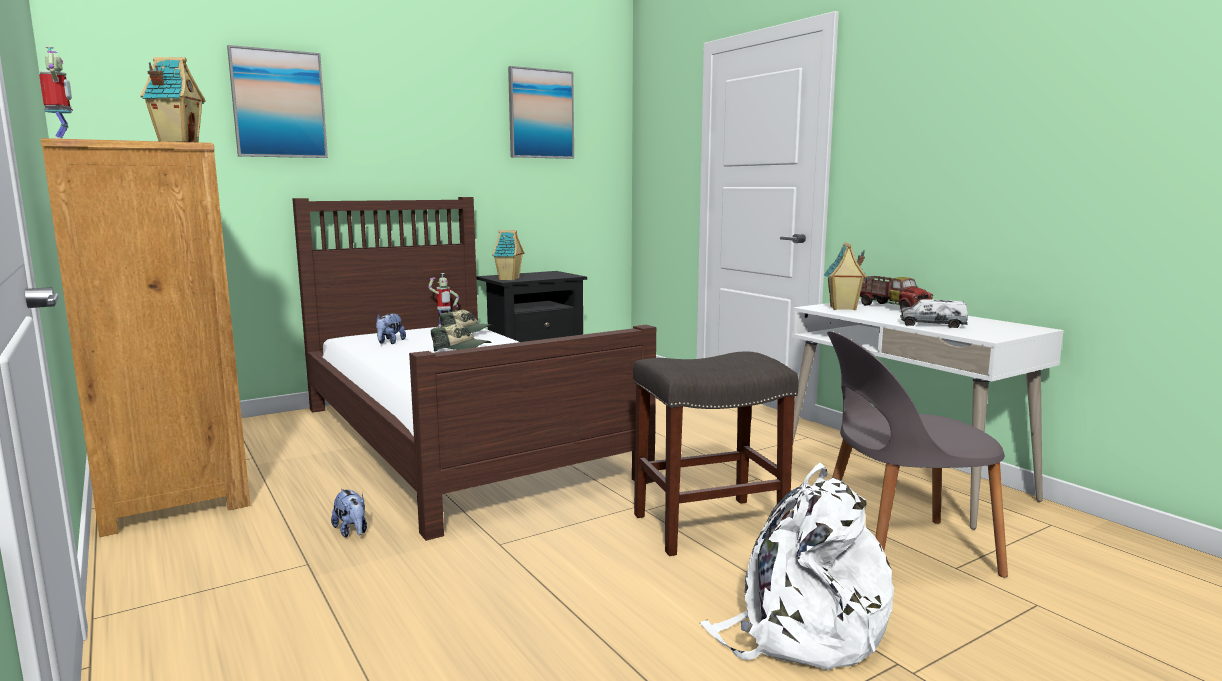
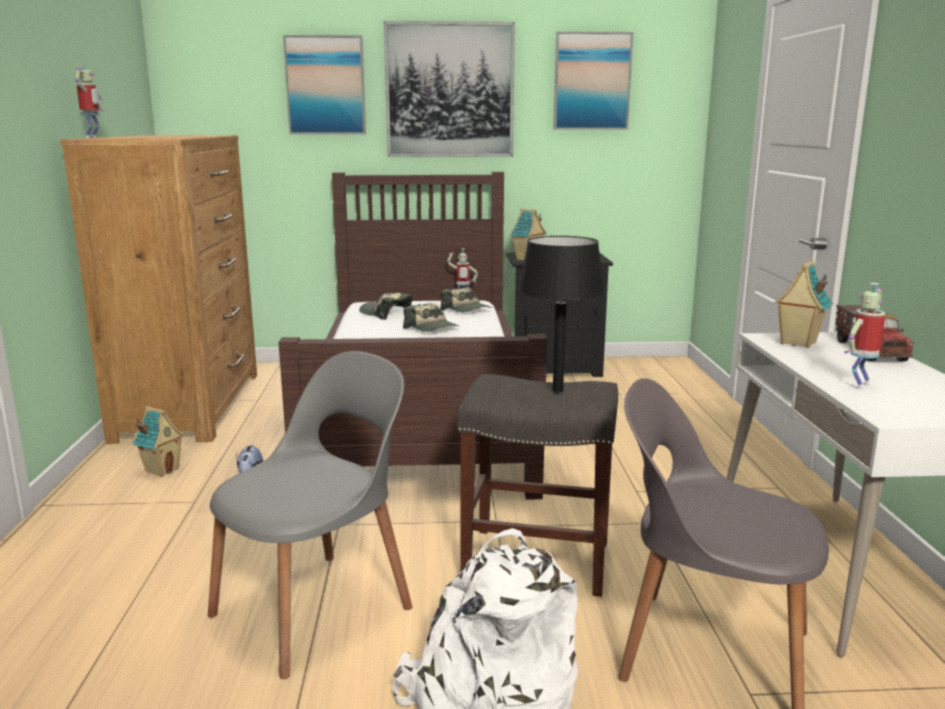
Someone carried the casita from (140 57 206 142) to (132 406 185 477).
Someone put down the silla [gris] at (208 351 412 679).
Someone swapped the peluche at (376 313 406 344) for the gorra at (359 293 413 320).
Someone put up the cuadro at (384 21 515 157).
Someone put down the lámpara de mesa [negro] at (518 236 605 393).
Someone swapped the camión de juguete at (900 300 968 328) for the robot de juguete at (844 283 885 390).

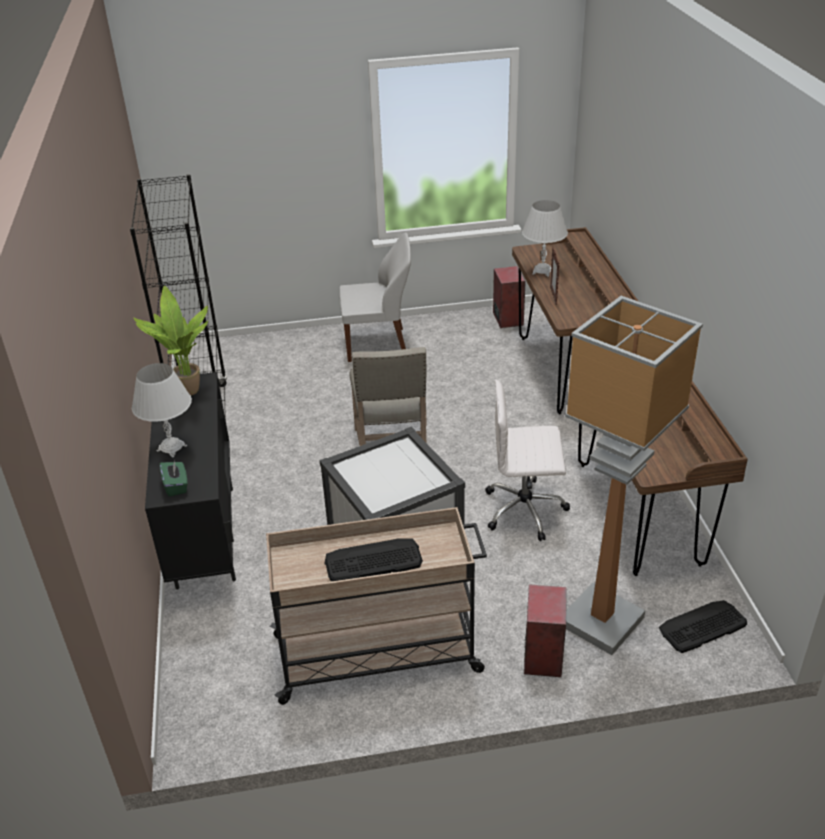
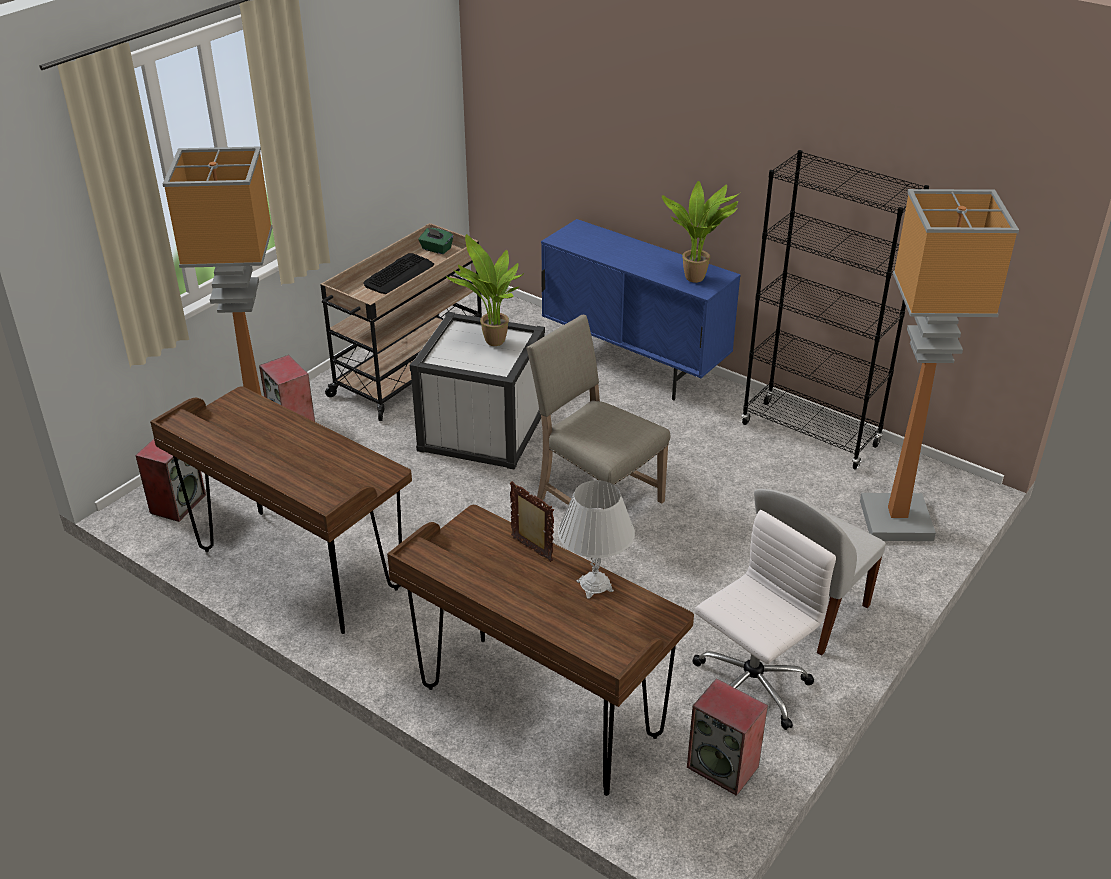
Someone swapped the teclado at (659 600 747 653) for the altavoz at (135 439 206 522).
Someone carried the caja de pañuelos [verde] from (160 460 188 497) to (418 228 453 254).
Someone put down the planta en maceta at (446 234 524 346).
Someone repainted the armario [negro] at (145 372 236 590), which became the armario [azul] at (541 219 741 400).
Someone carried the silla de oficina [blanco] from (485 380 570 541) to (692 510 836 730).
Someone put down the lámpara de pie at (860 189 1019 541).
Someone took away the lámpara de mesa [blanco] at (132 363 192 457).

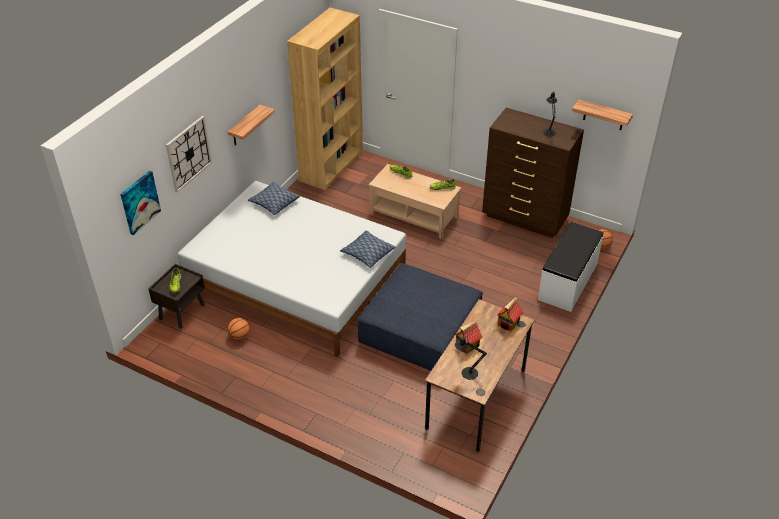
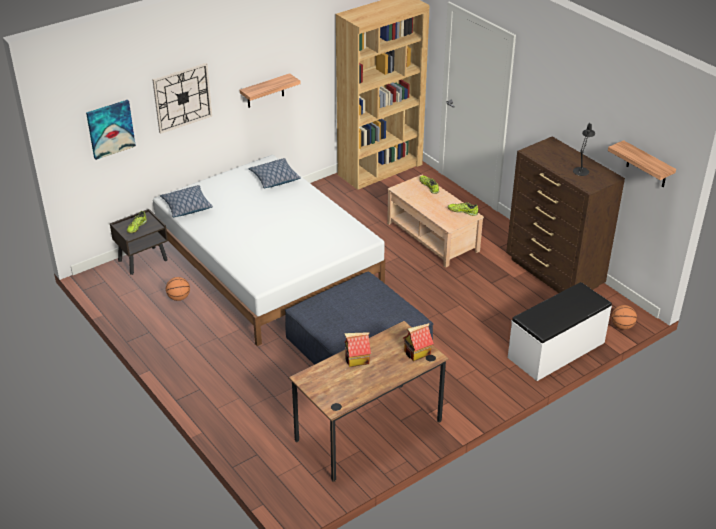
Someone carried the cojín from (340 230 396 268) to (160 185 213 217).
Someone took away the lámpara de mesa [negro] at (455 336 487 380).

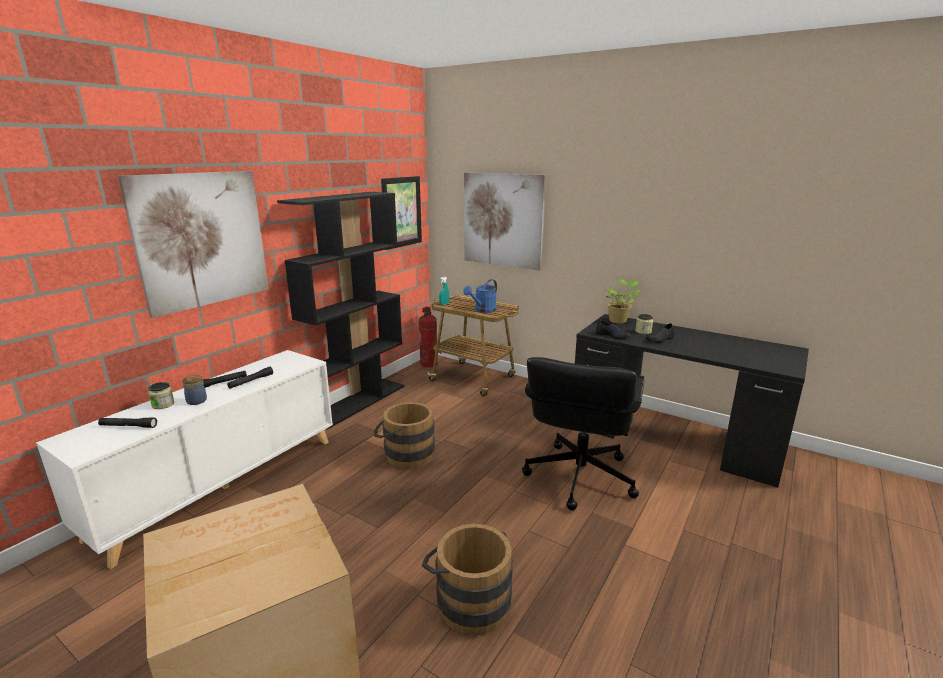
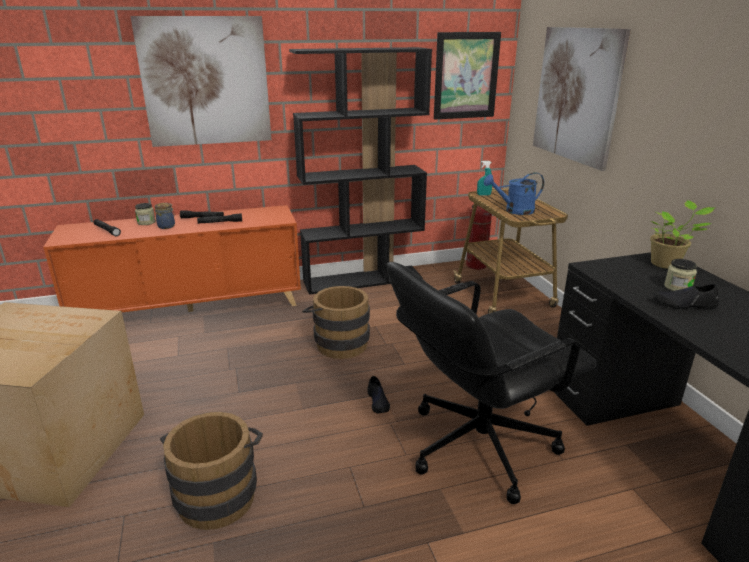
Someone repainted the armario [blanco] at (36 350 333 569), which became the armario [naranja] at (43 205 301 312).
Someone carried the zapato [negro] from (595 320 631 339) to (367 376 390 413).

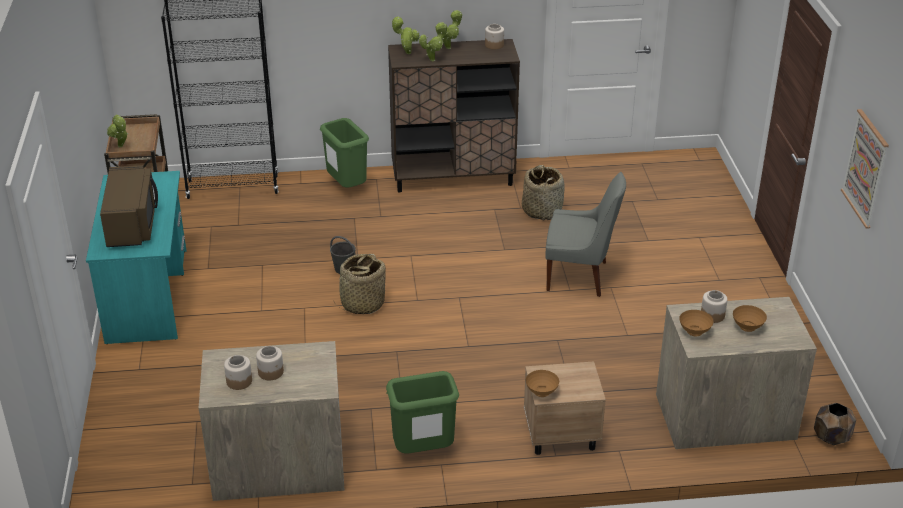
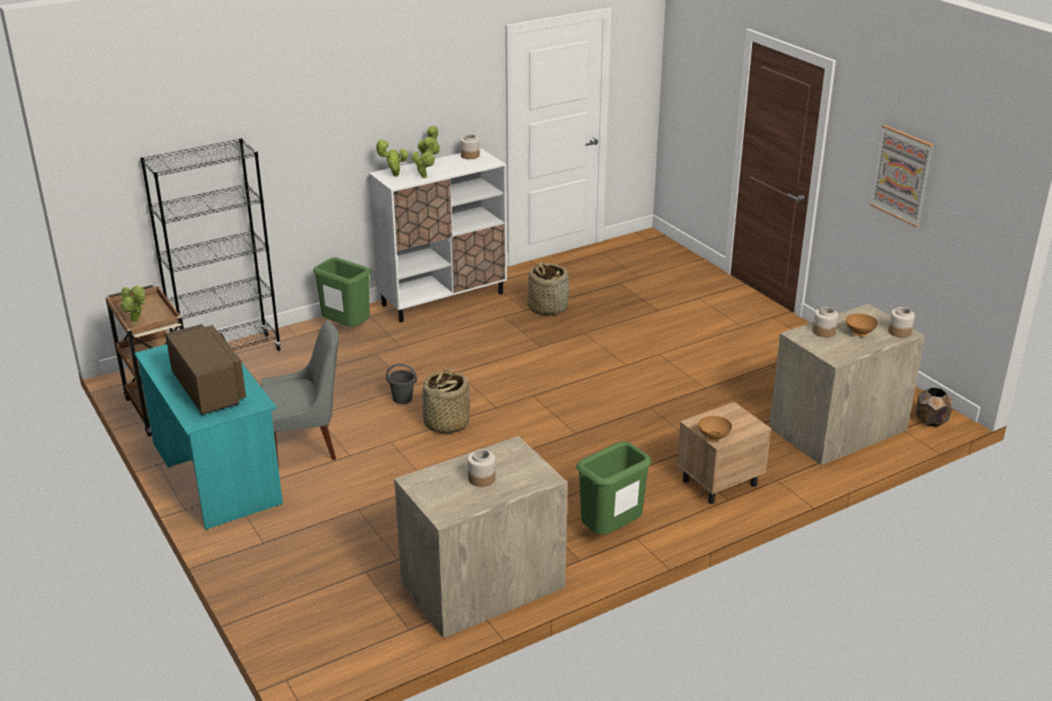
Someone carried the silla [gris] from (545 172 626 297) to (261 320 339 468).
Someone repainted the armario [marrón] at (388 39 520 192), which became the armario [blanco] at (369 148 507 323).
Someone carried the tarro from (224 355 252 390) to (888 307 915 338).
Someone took away the cuenco [marrón] at (679 310 713 336).

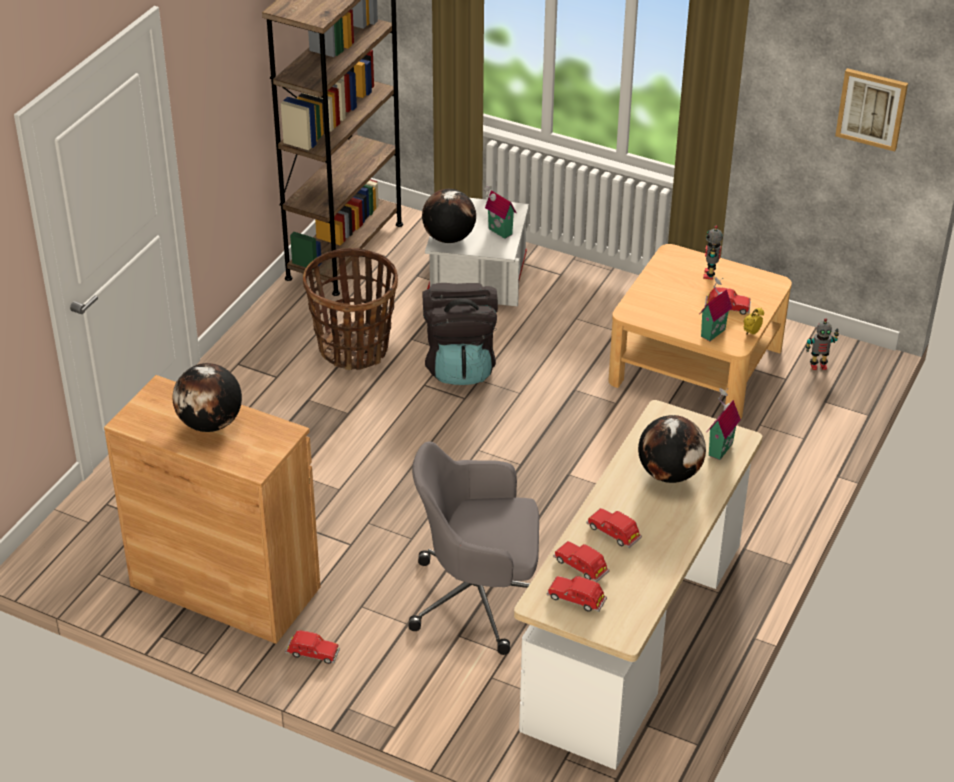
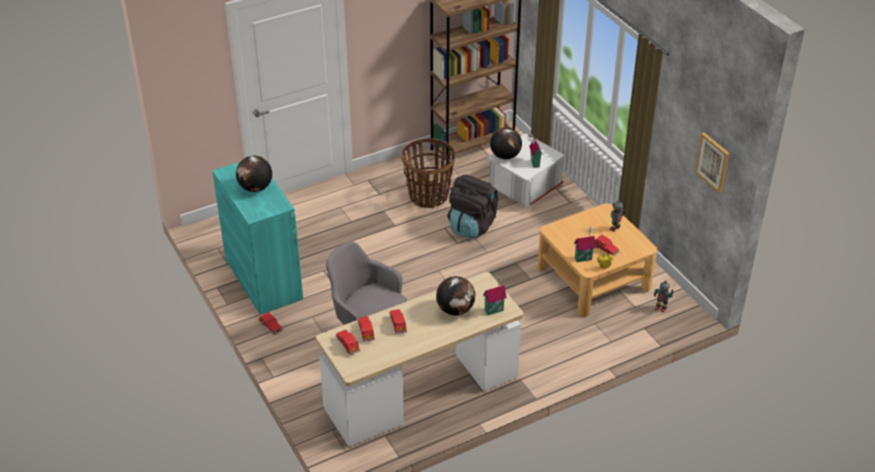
Someone repainted the armario [marrón] at (104 375 320 644), which became the armario [turquesa] at (212 162 303 315).

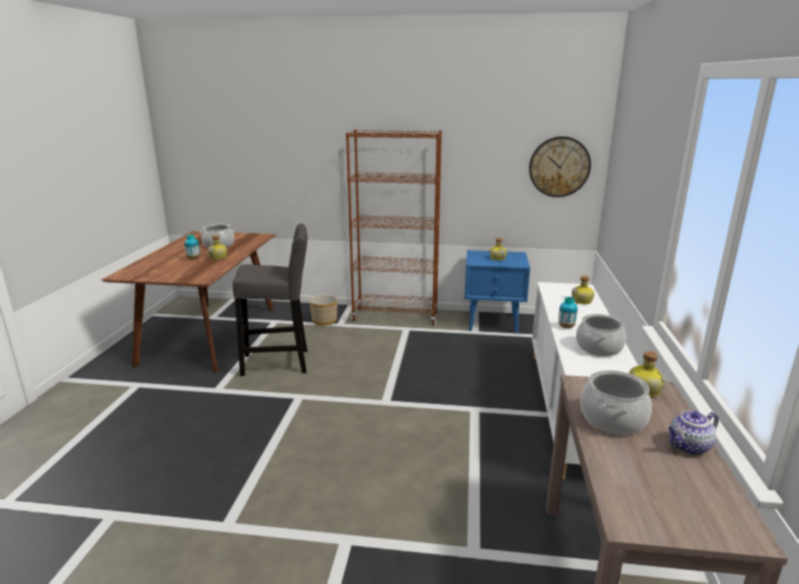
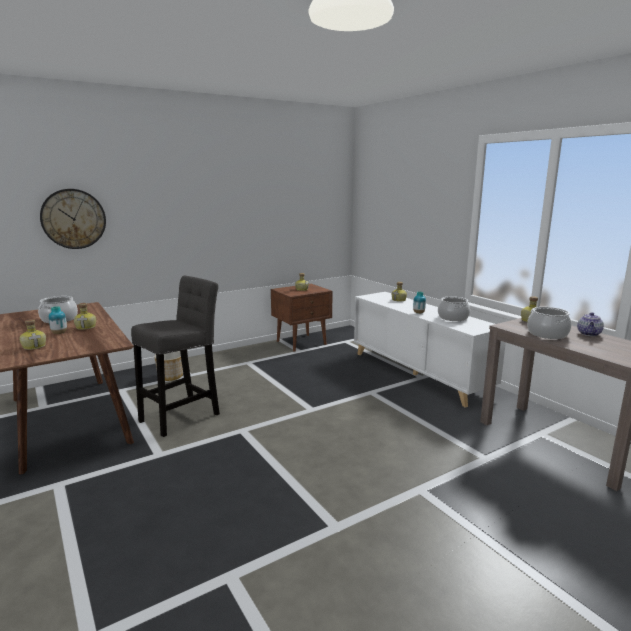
Someone put down the botella at (19 319 46 350).
Someone carried the reloj de pared from (529 136 591 197) to (40 189 106 249).
Someone repainted the mesita de noche [azul] at (465 250 530 333), which became the mesita de noche [marrón] at (271 284 332 351).
Someone took away the estantería [marrón] at (346 129 442 325).

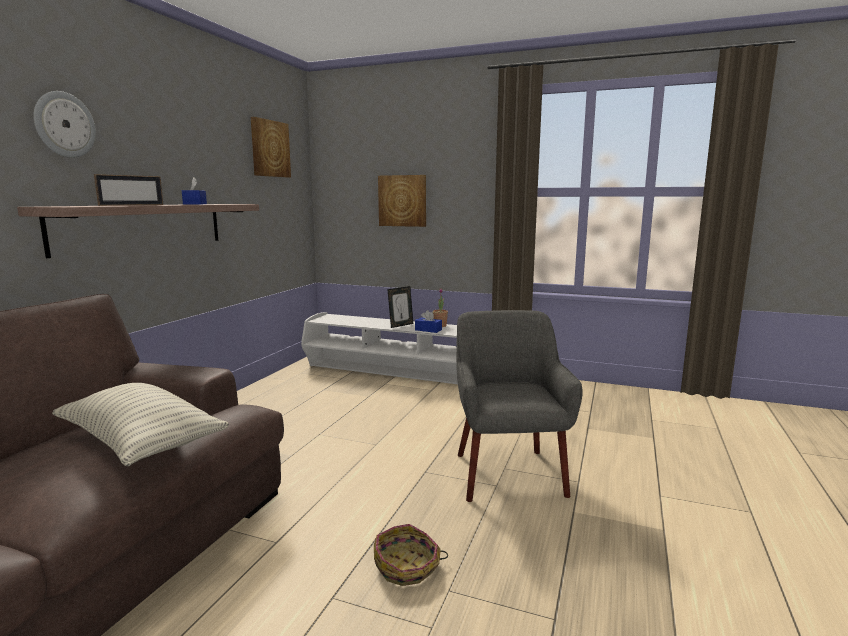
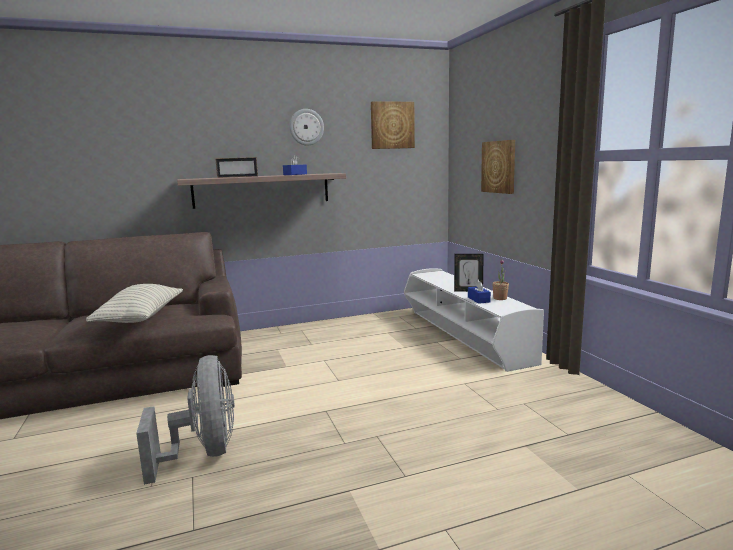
Someone swapped the cesta at (374 524 448 586) for the ventilador [gris] at (136 355 235 485).
Someone carried the reloj de pared from (33 91 96 158) to (289 109 324 146).
Someone took away the sillón [gris] at (456 310 583 502).

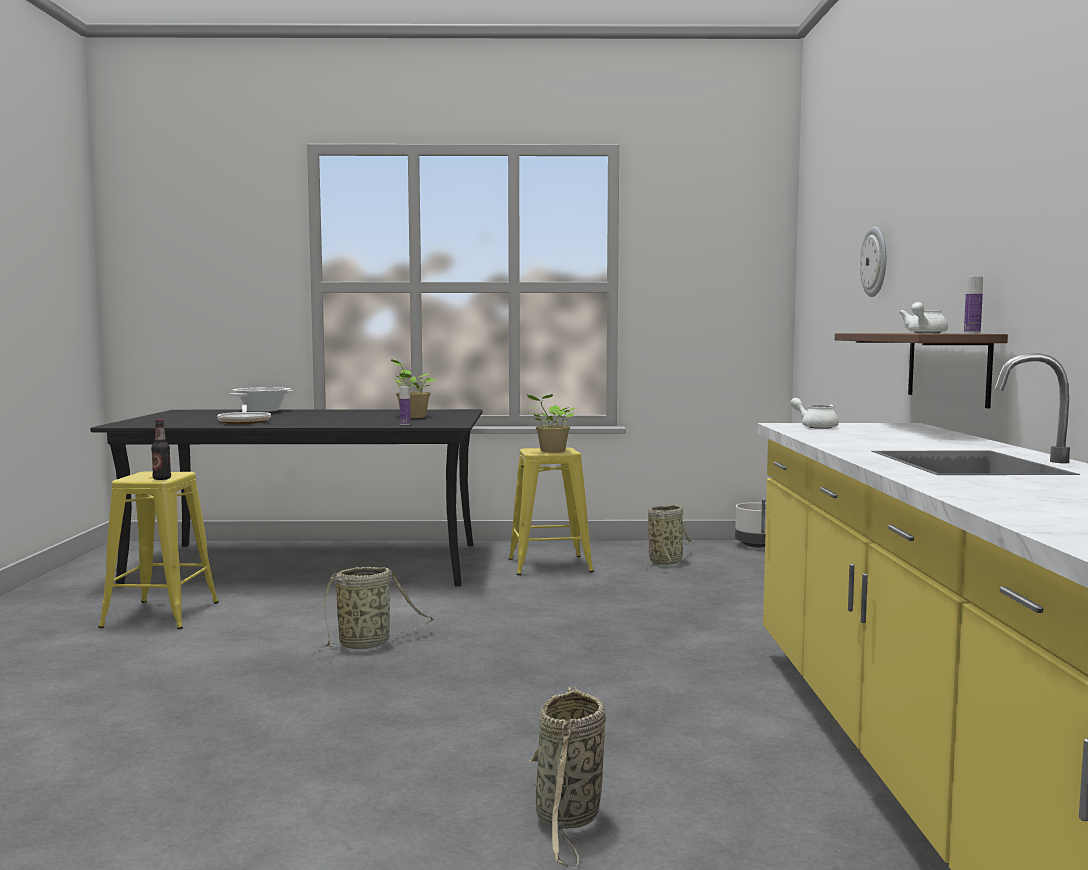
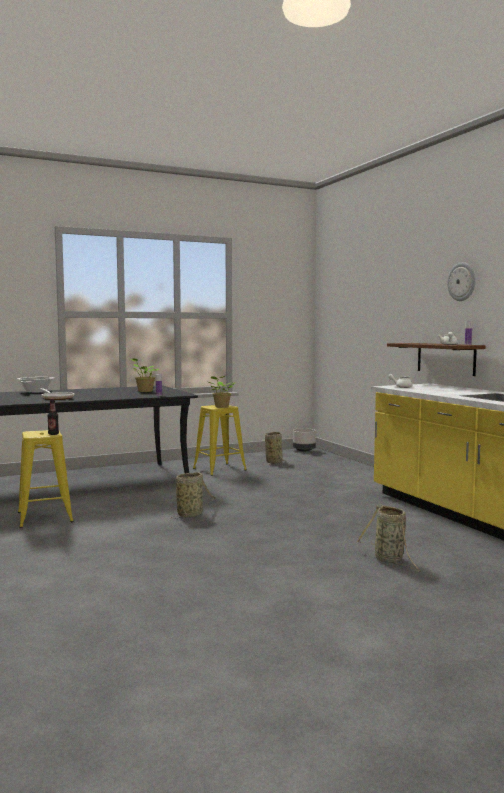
Someone carried the reloj de pared from (860 227 886 297) to (447 262 476 301).

